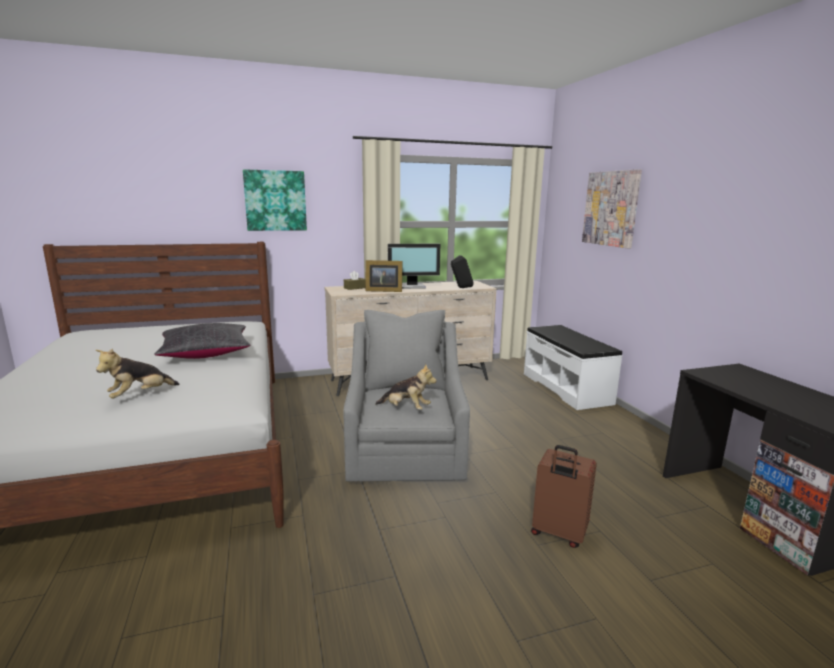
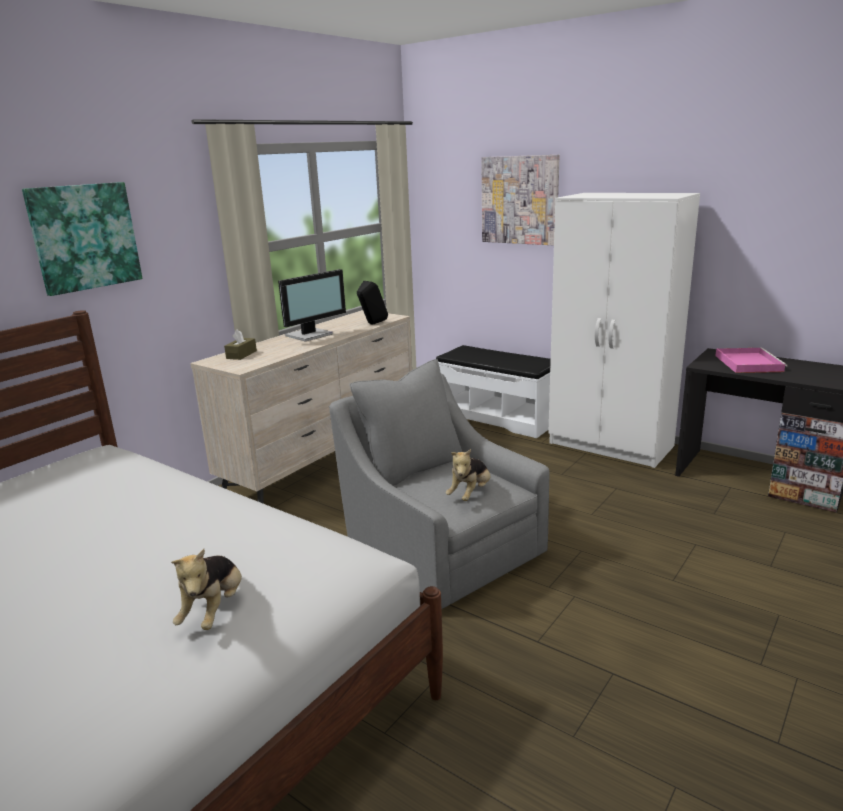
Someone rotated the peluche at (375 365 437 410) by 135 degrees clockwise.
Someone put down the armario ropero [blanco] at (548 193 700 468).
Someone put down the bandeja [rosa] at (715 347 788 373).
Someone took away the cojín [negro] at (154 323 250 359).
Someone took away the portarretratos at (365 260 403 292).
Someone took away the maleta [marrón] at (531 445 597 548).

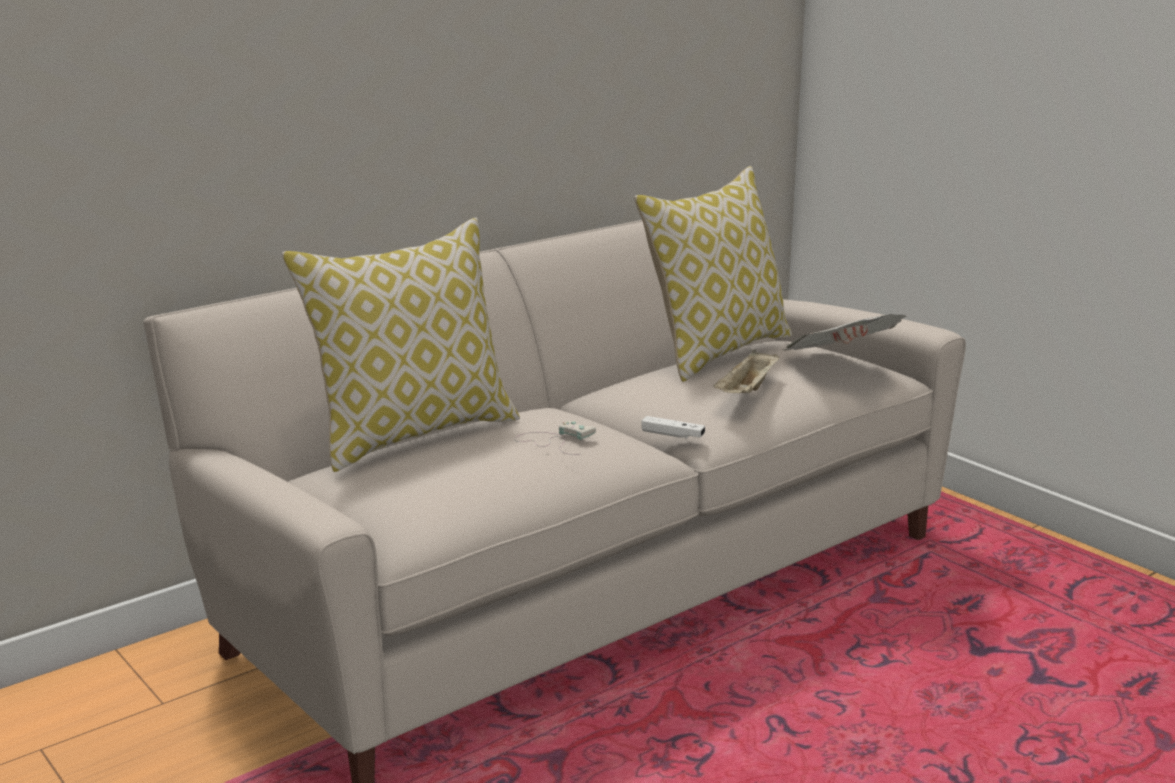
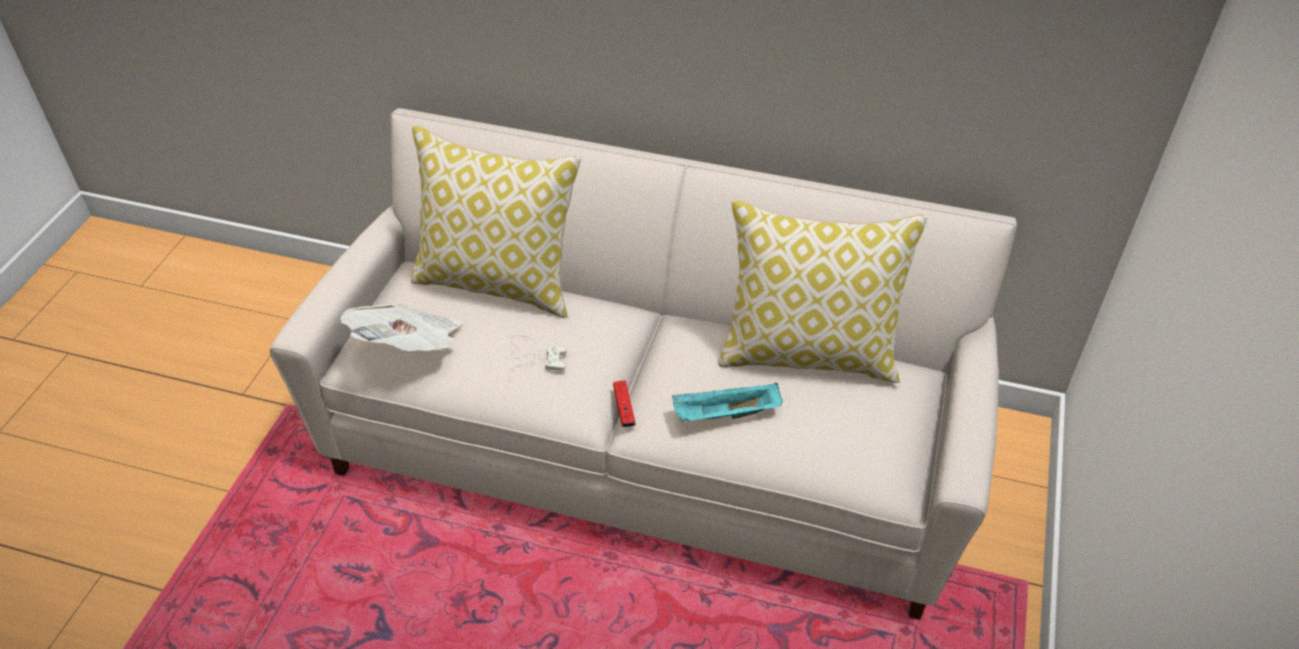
Someone carried the periódico from (783 314 906 351) to (340 304 462 351).
Someone repainted the mando de consola [blanco] at (641 416 705 439), which became the mando de consola [rojo] at (613 380 636 427).
Someone repainted the bandeja [beis] at (713 349 780 393), which became the bandeja [turquesa] at (672 382 783 422).

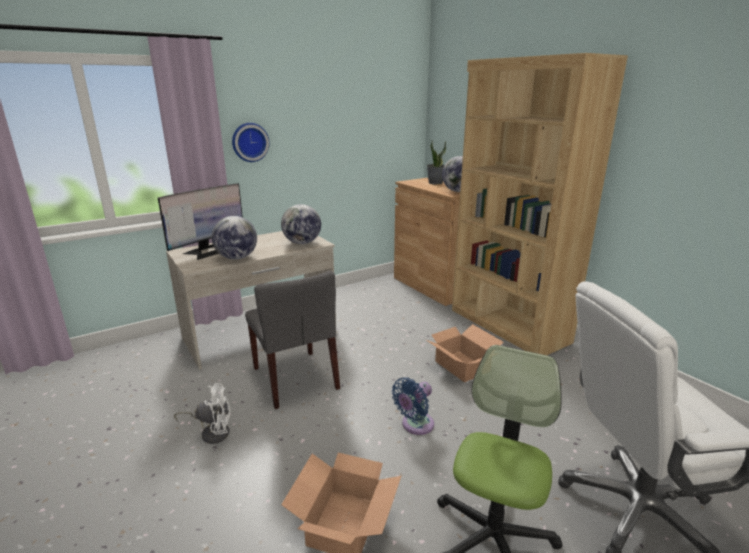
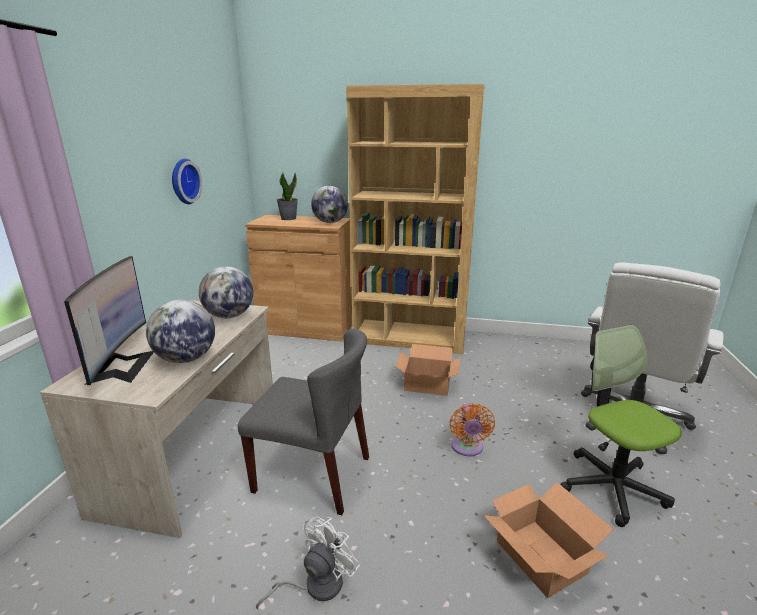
Someone carried the reloj de pared from (232 123 269 162) to (172 159 202 204).
Someone repainted the ventilador [azul] at (392 377 434 435), which became the ventilador [naranja] at (450 403 495 456).

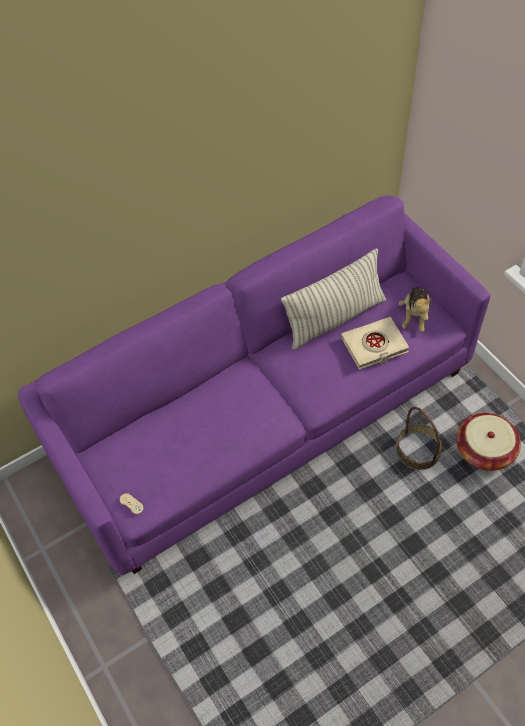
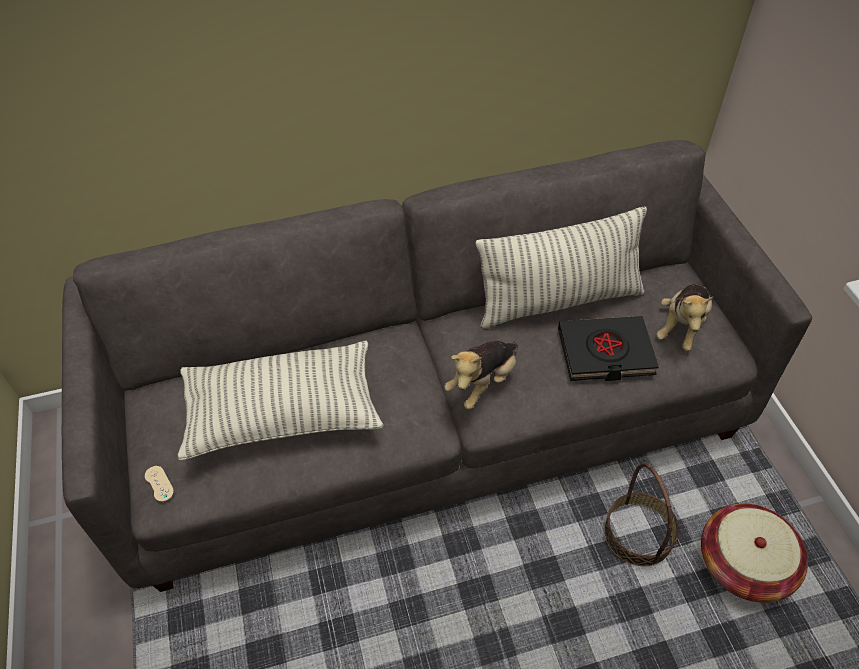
Someone repainted the sofá [morado] at (18 195 490 575), which became the sofá [gris] at (62 140 812 592).
Someone put down the cojín at (177 341 384 461).
Someone put down the peluche at (444 341 518 409).
Someone repainted the libro [beis] at (341 317 410 370), which became the libro [negro] at (558 316 659 381).

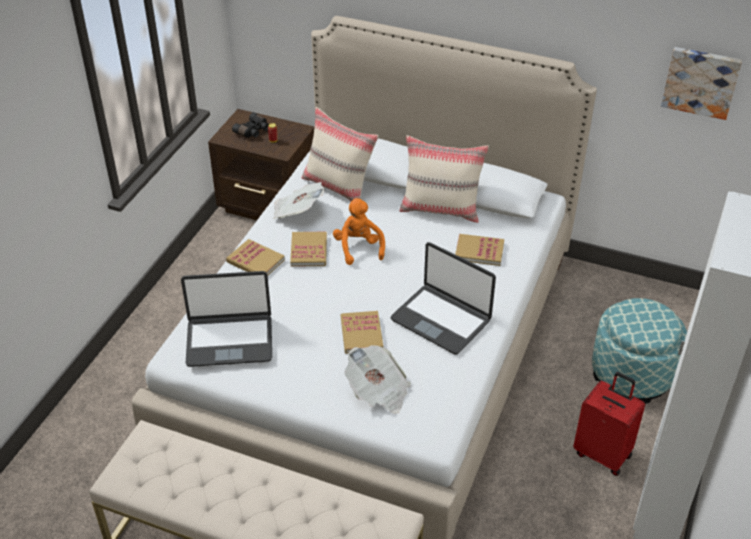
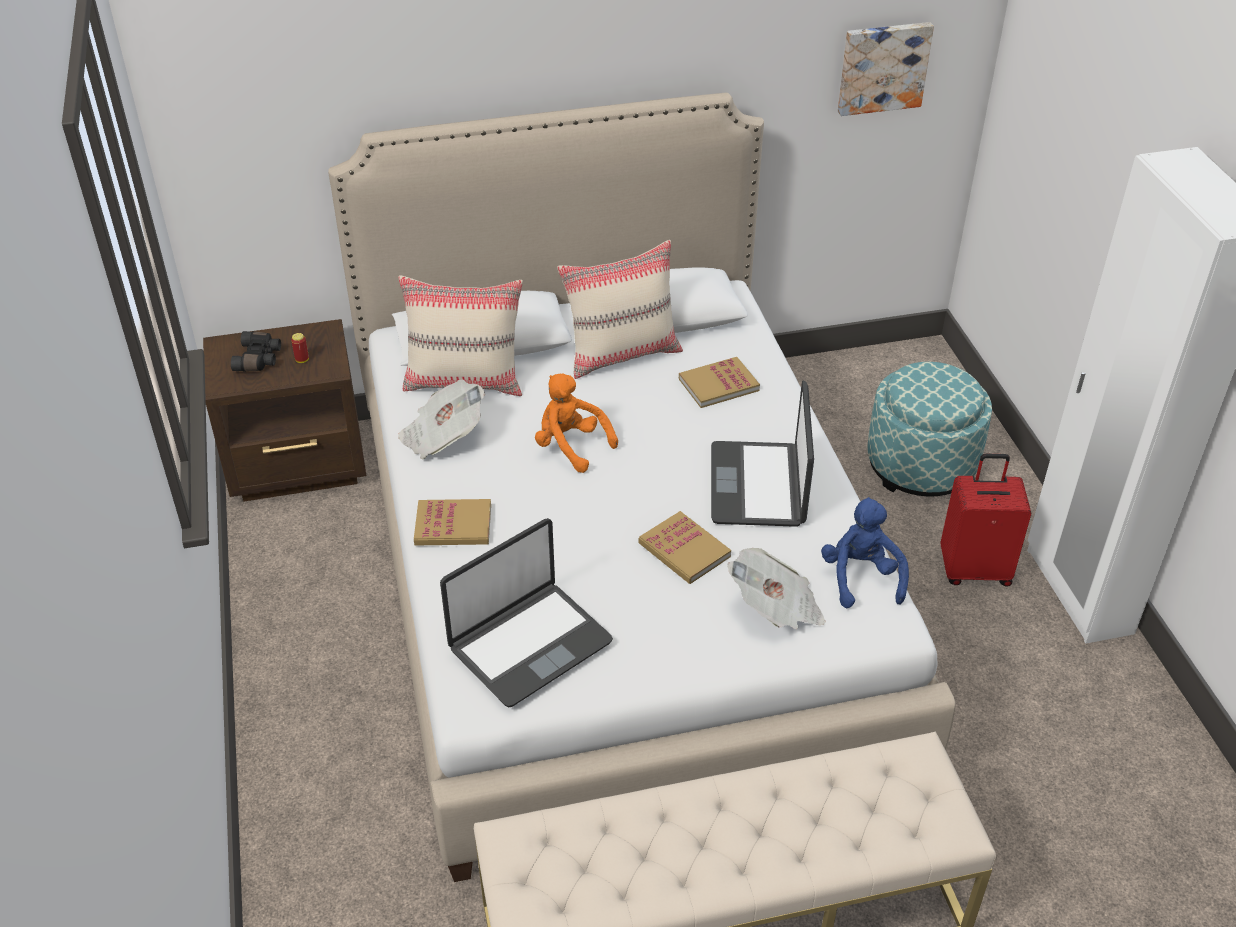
Someone rotated the portátil at (390 242 496 355) by 90 degrees clockwise.
Someone put down the peluche [azul] at (821 497 909 608).
Someone took away the libro at (290 232 327 267).

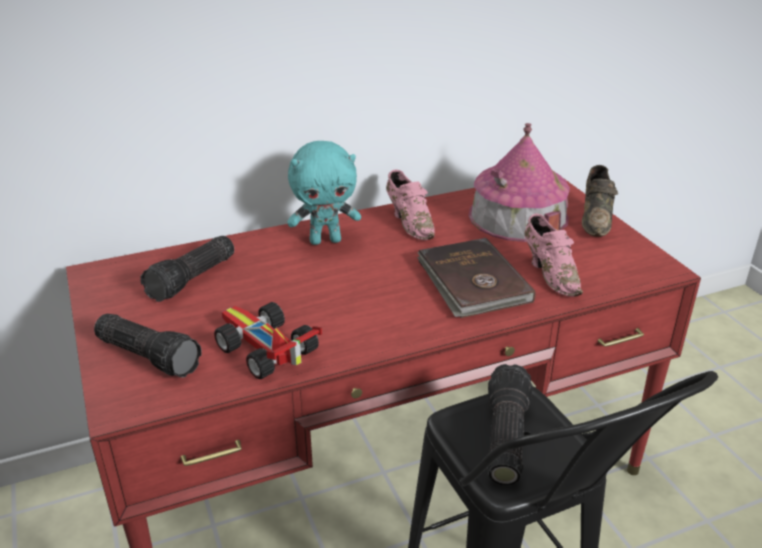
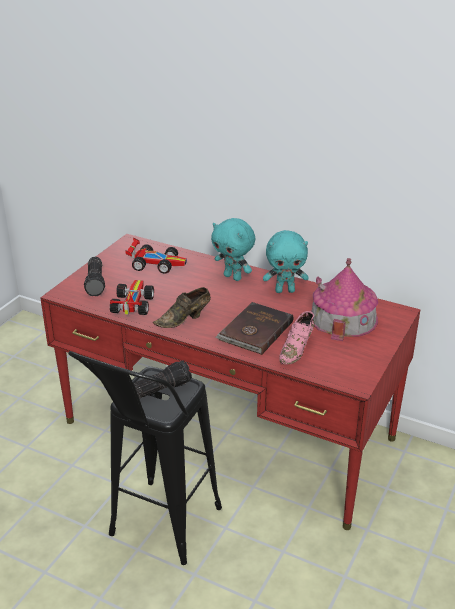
Someone swapped the linterna at (140 236 234 302) for the coche de juguete at (125 238 187 274).
Someone carried the zapato [marrón] from (582 165 618 237) to (153 287 211 328).
Someone swapped the zapato [rosa] at (386 169 435 240) for the peluche [turquesa] at (263 230 309 293).

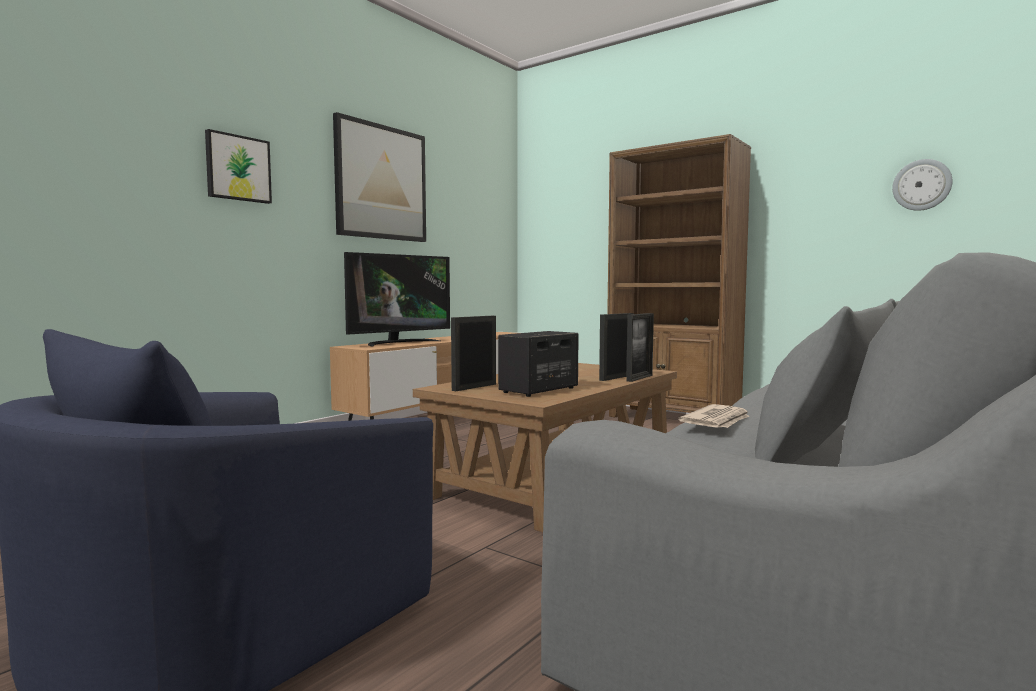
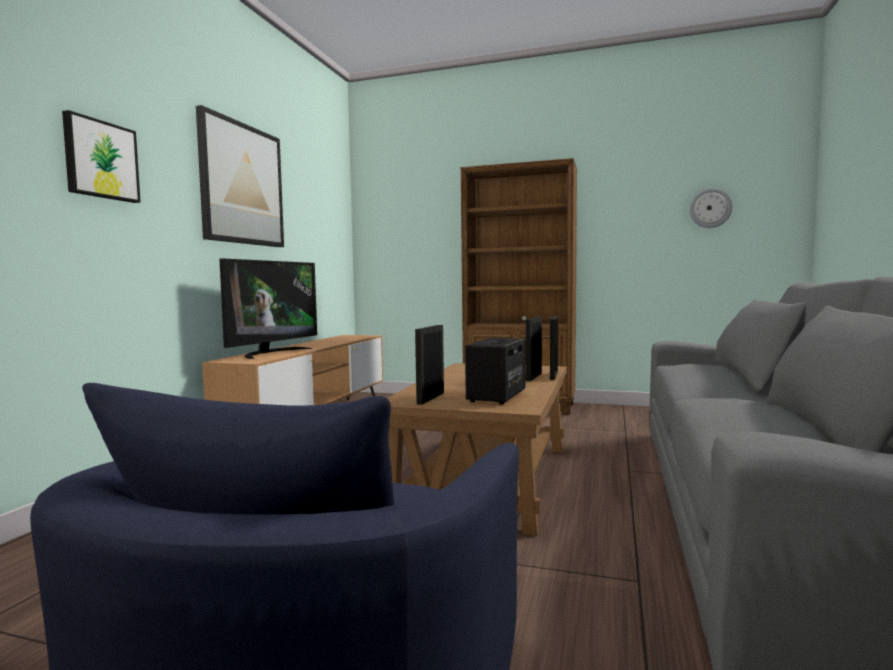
Someone took away the periódico at (678 404 750 428).

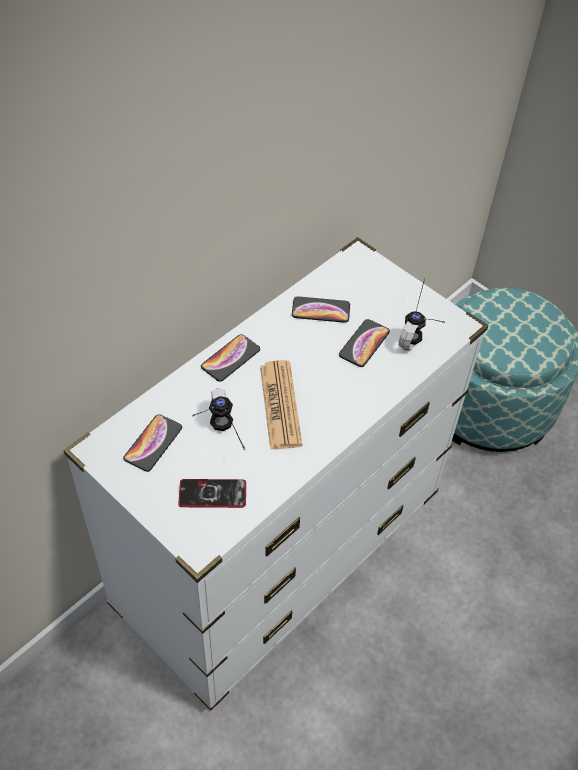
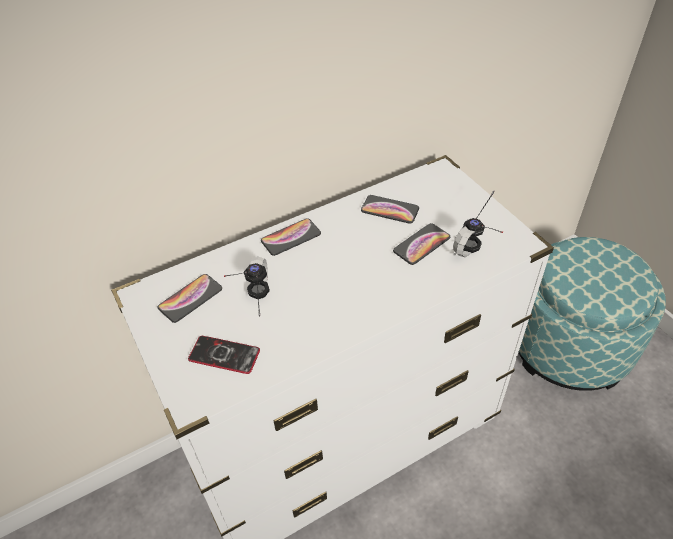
Someone took away the periódico at (260 360 302 449).

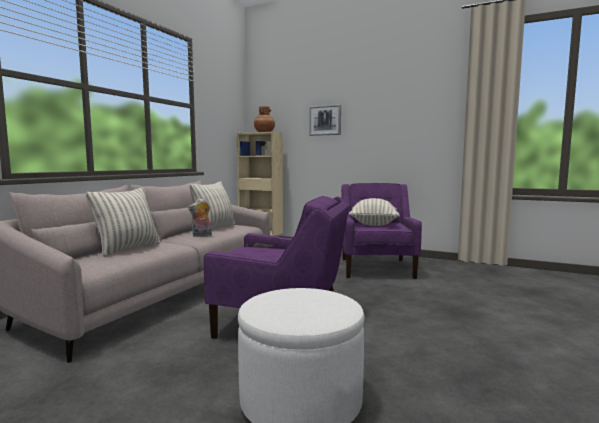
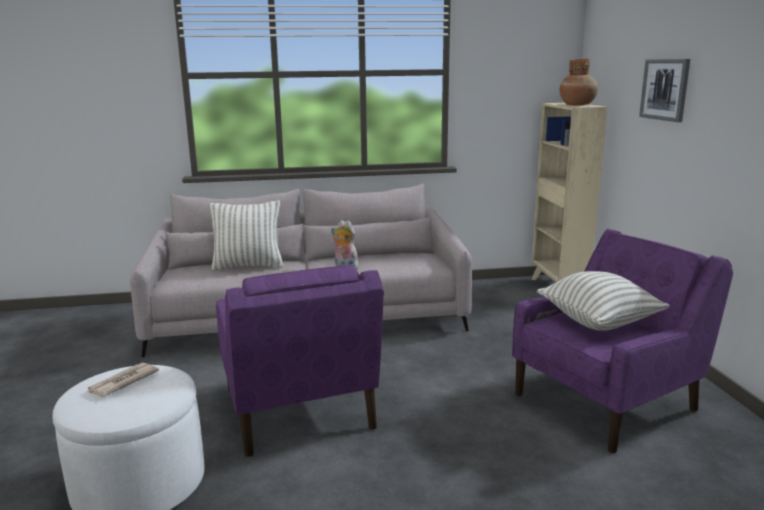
Someone put down the periódico at (87 363 159 397).
Someone took away the cojín at (189 182 235 229).

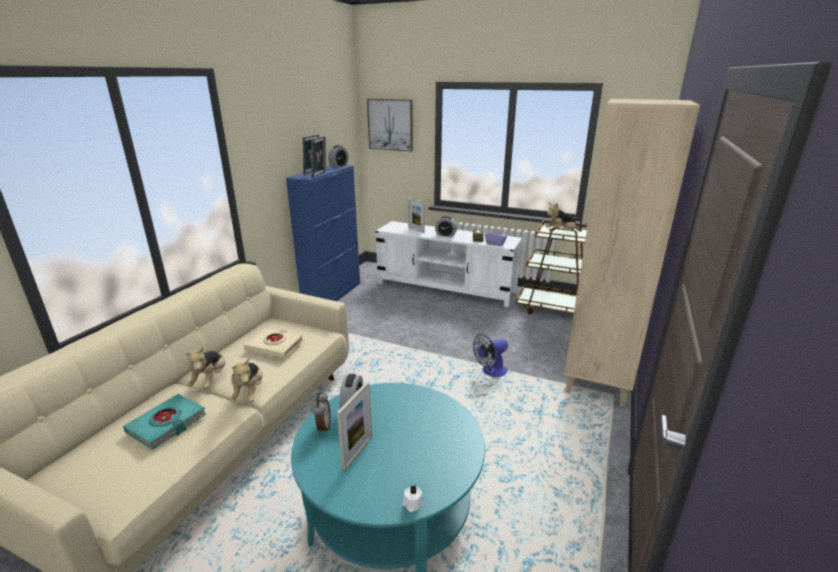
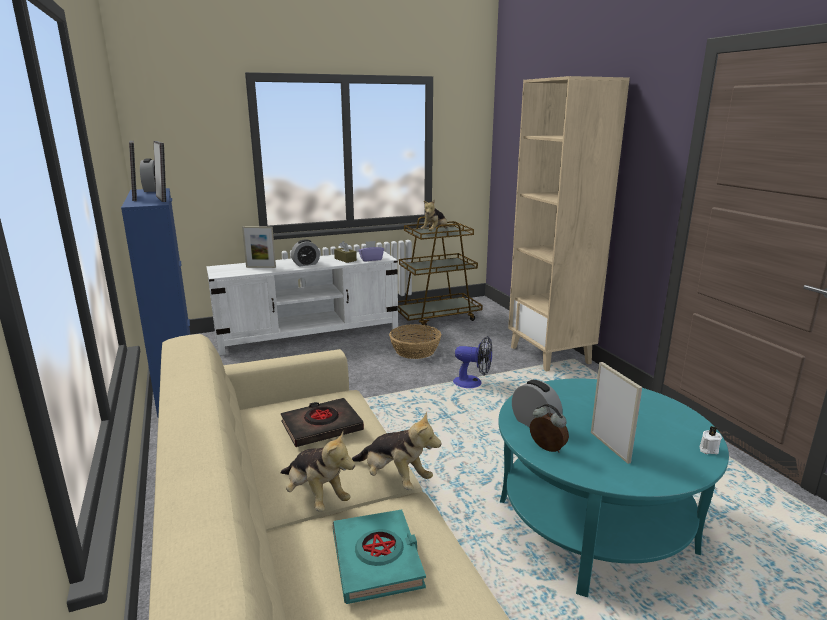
Someone repainted the libro [beis] at (244 328 303 358), which became the libro [negro] at (281 398 364 447).
Someone put down the cesta at (389 324 441 359).
Someone rotated the ventilador at (473 334 508 377) by 90 degrees counterclockwise.
Someone took away the cuadro at (367 99 413 151).

